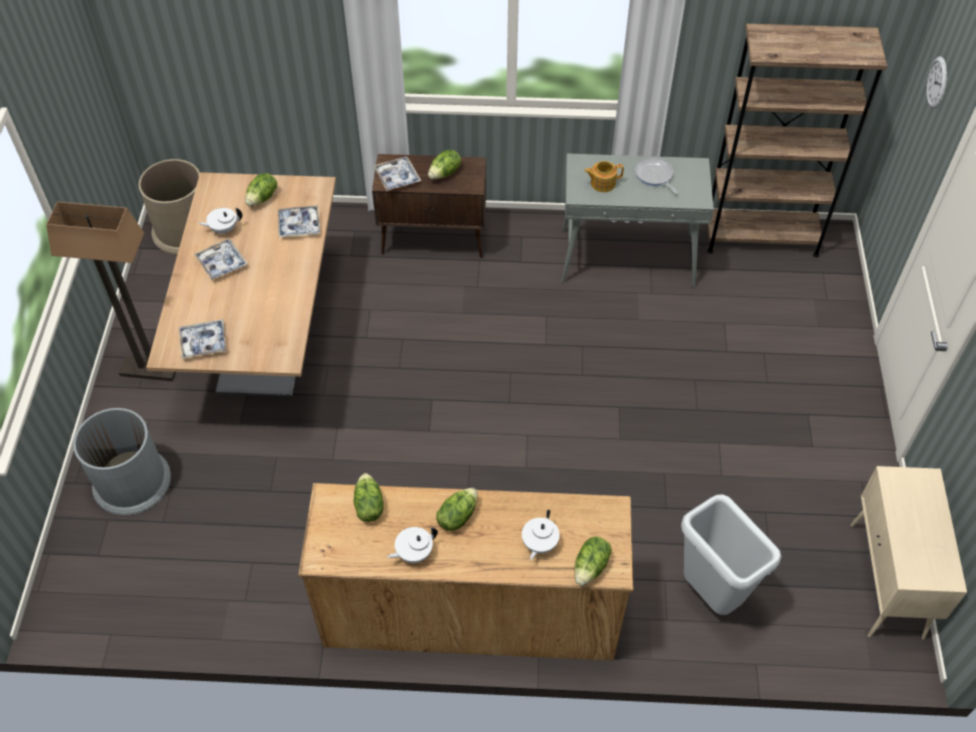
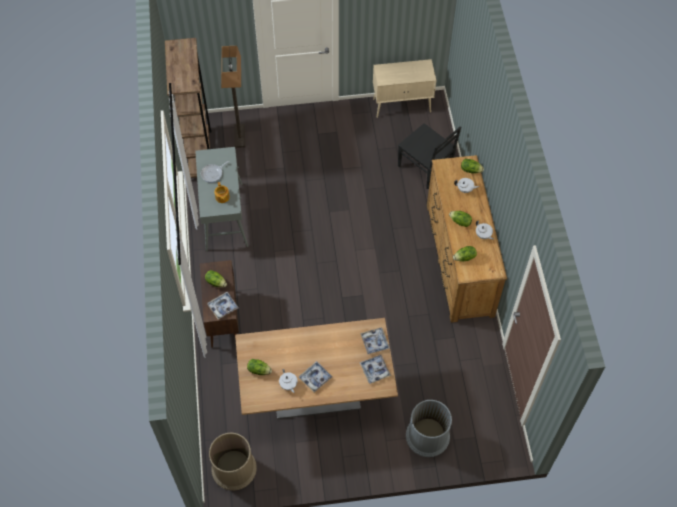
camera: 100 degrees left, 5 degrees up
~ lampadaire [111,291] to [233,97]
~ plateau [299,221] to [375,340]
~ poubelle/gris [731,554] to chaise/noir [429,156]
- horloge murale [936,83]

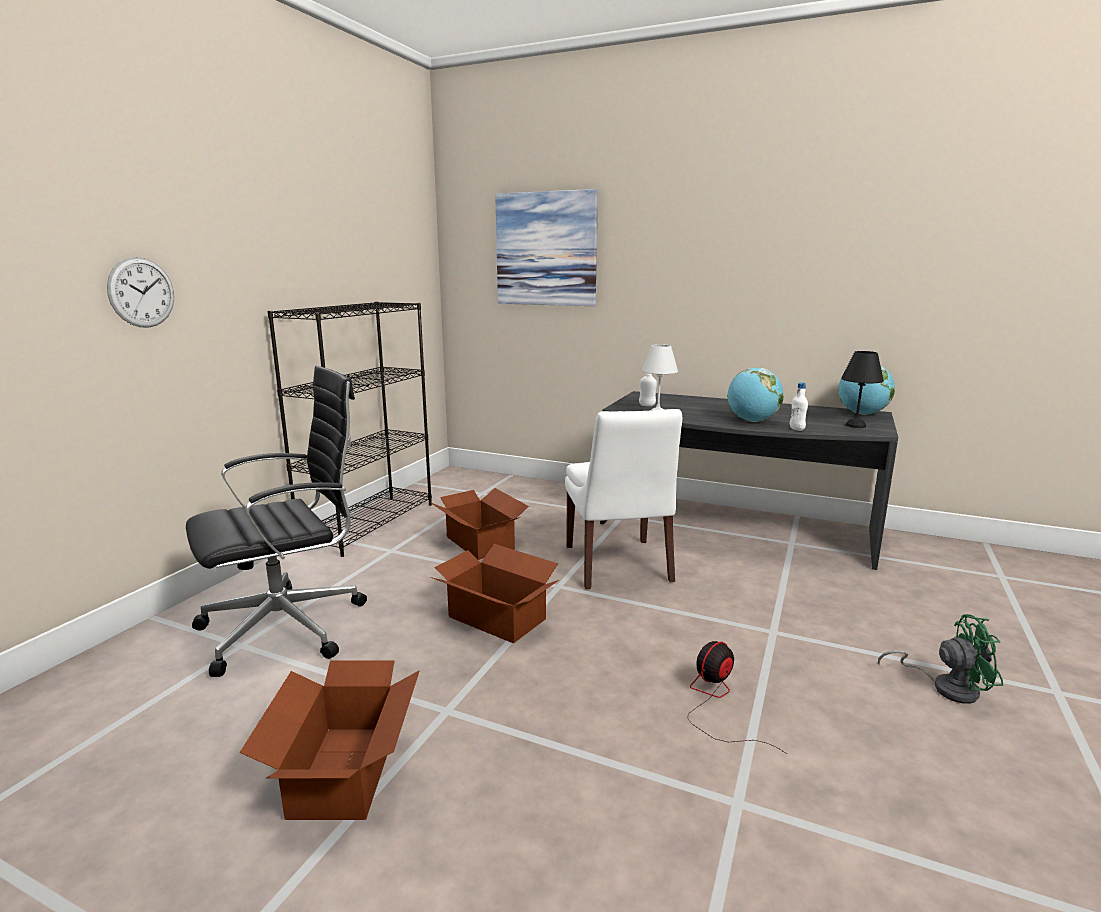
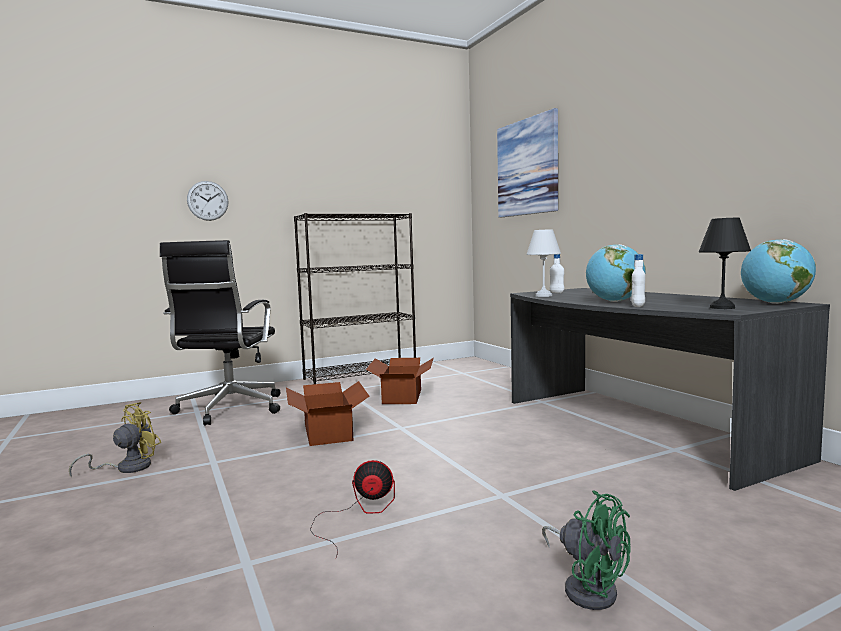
camera: 40 degrees right, 10 degrees down
~ chaise de bureau/noir [276,521] = [220,333] 90 degrees clockwise
~ carton [329,740] to ventilateur/jaune [115,440]
- chaise/blanc [623,499]

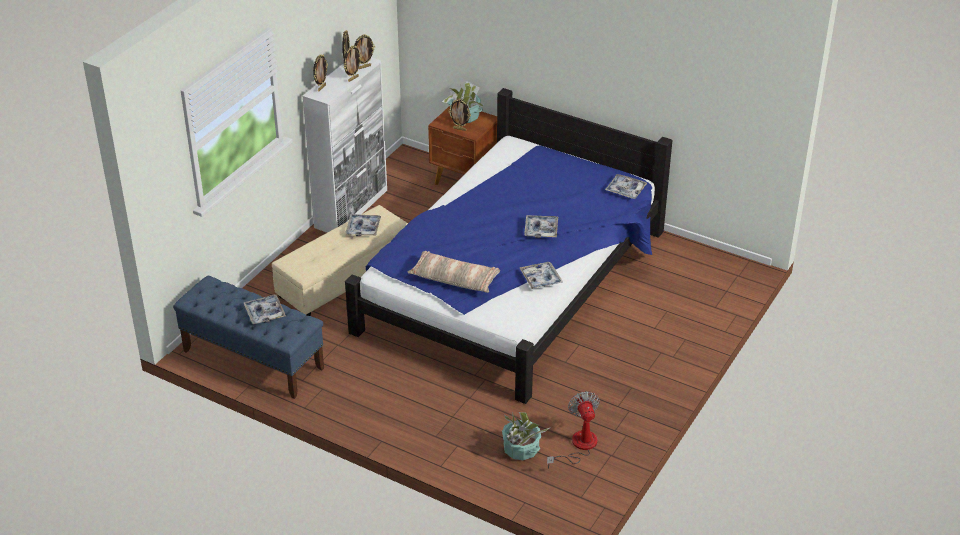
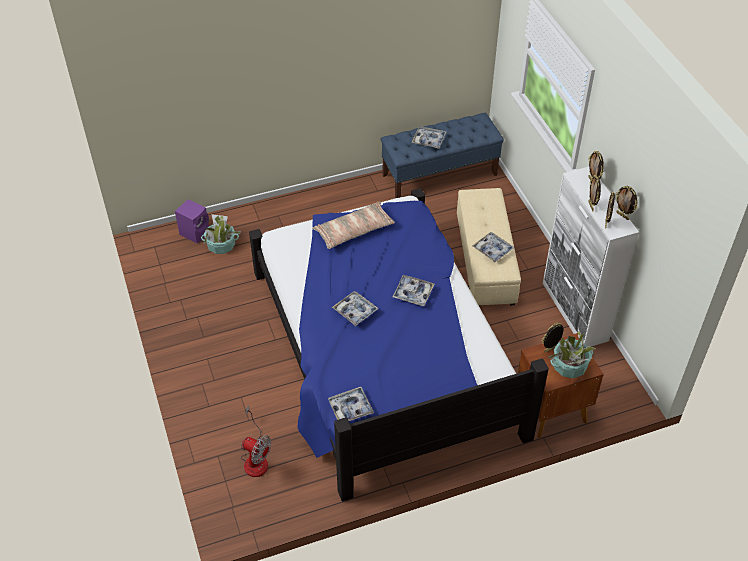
camera: 130 degrees right, 10 degrees up
~ plateau [541,275] to [413,290]
~ ventilateur [573,430] to [256,441]
+ enceinte/violet [192,221]

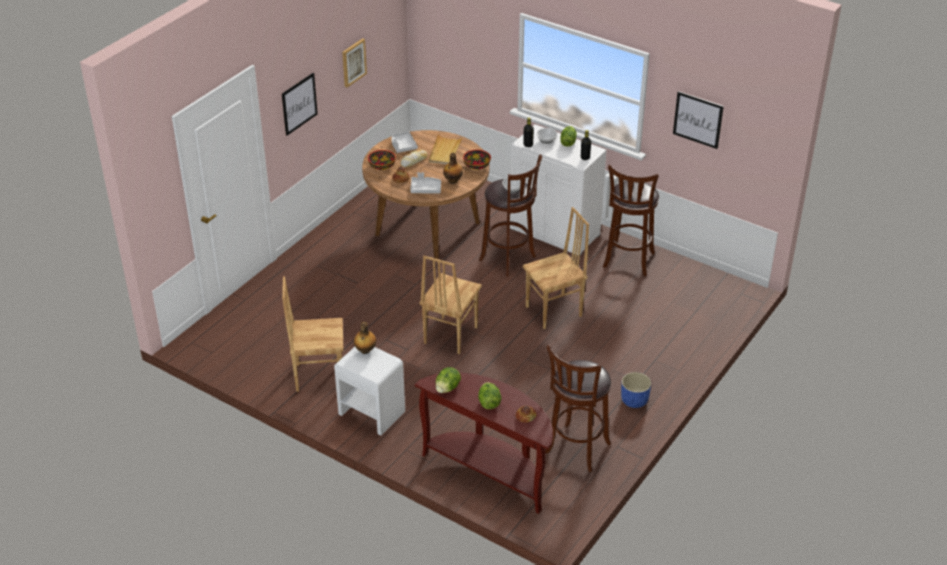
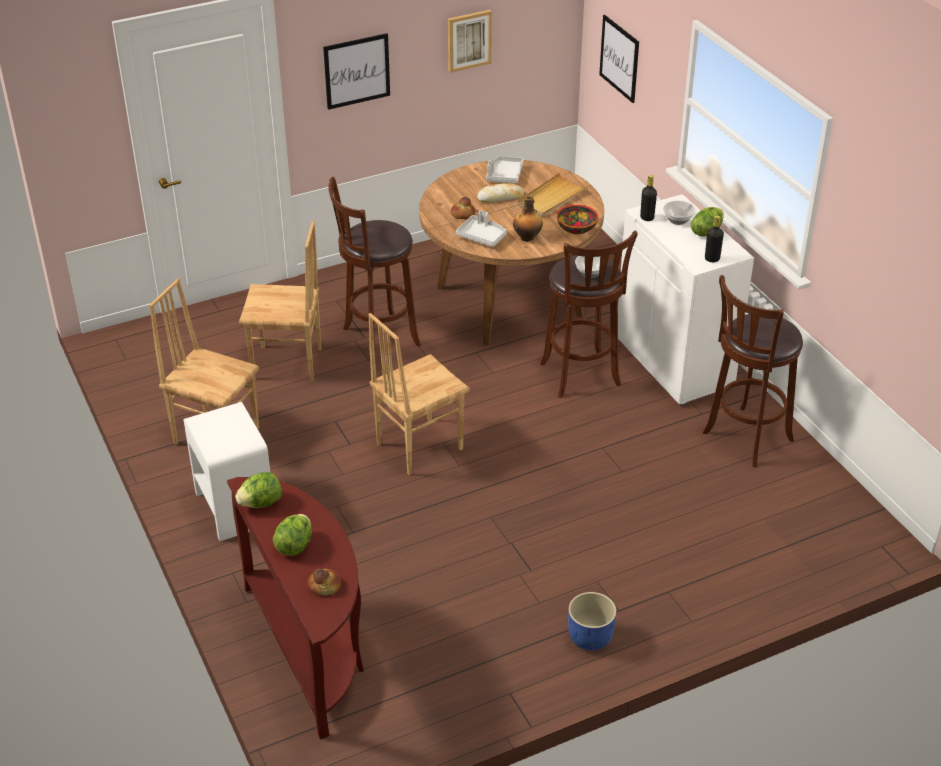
camera: 30 degrees right, 0 degrees up
- bouteille [365,338]
- bol [382,160]
~ chaise/marron [556,268] to [280,301]
~ tabouret/marron [578,408] to [374,269]
~ tableau [698,120] to [619,59]

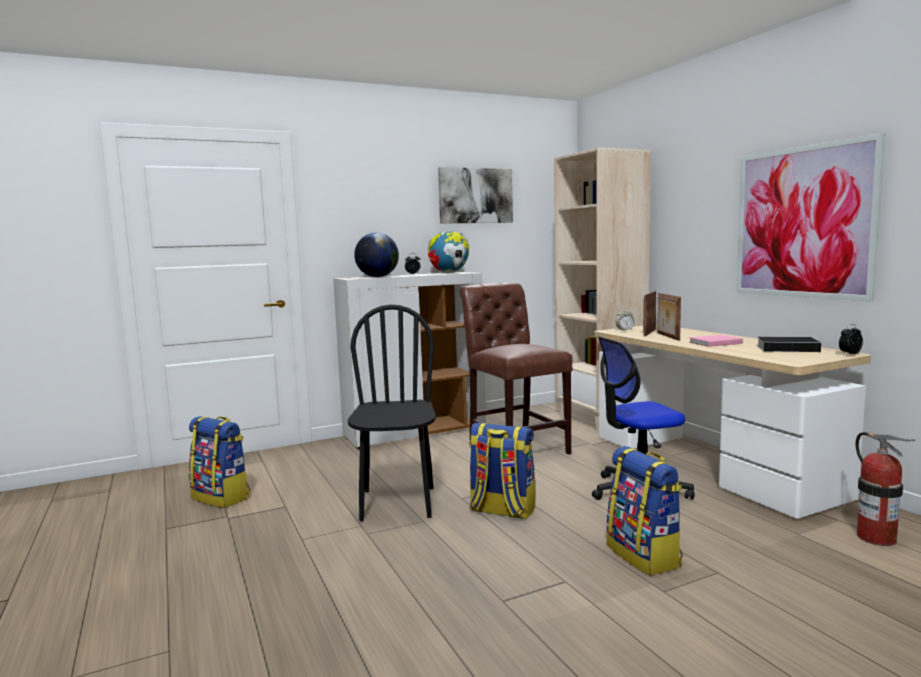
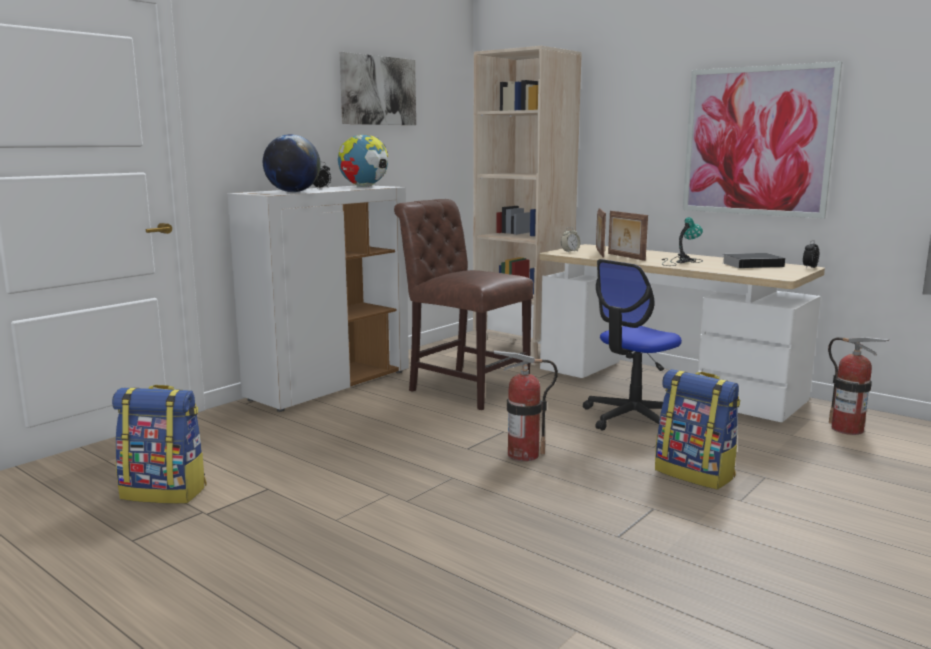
camera: 25 degrees left, 5 degrees up
- chaise/noir [392,413]
~ sac à dos [502,471] to extincteur [525,406]
~ livre/rose [716,341] to lampe de table [682,241]

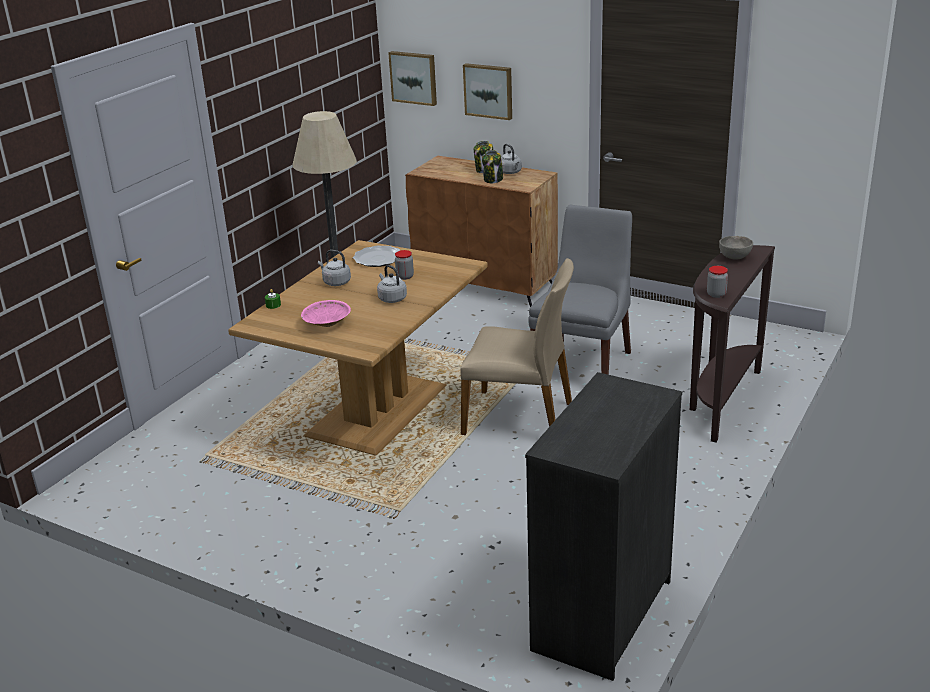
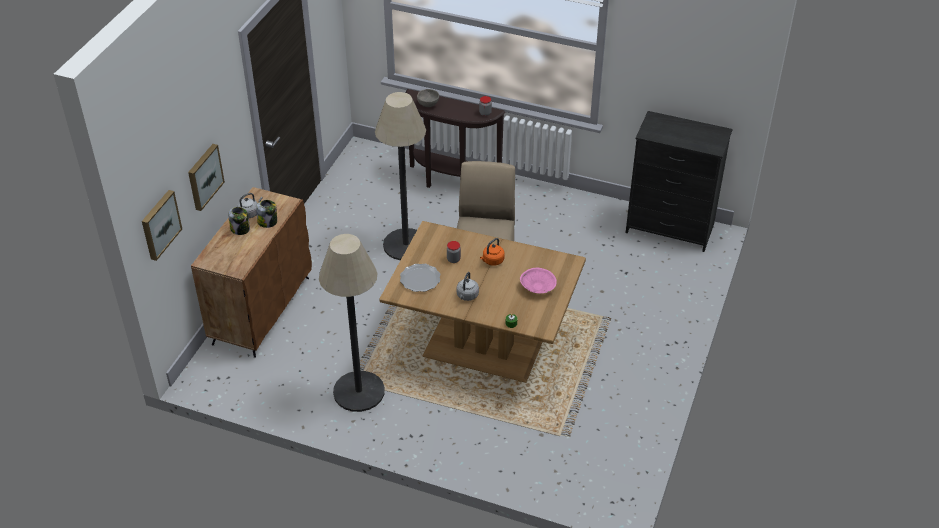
camera: 100 degrees left, 15 degrees up
~ bouilloire/gris [392,284] to bouilloire/orange [492,252]
~ chaise/gris [580,290] to lampadaire [400,176]

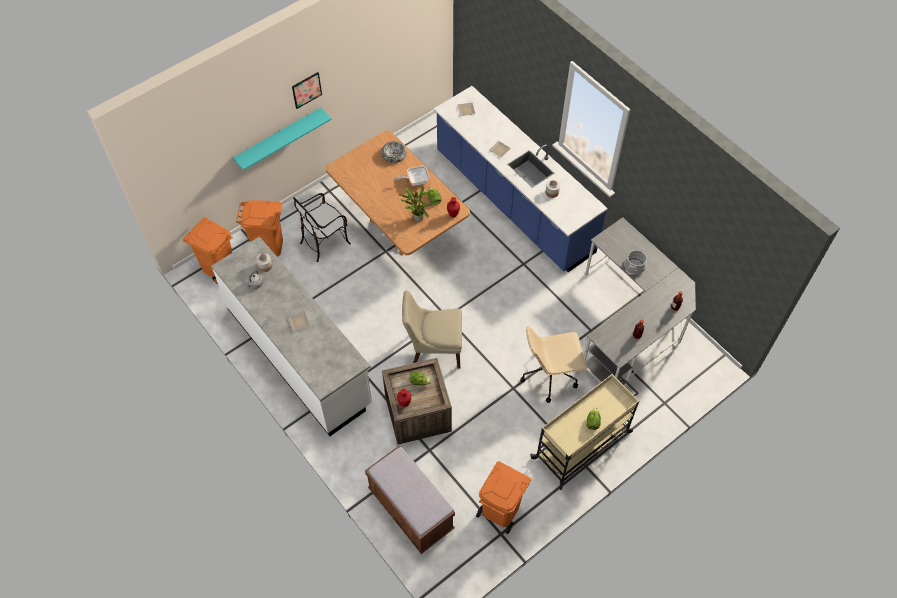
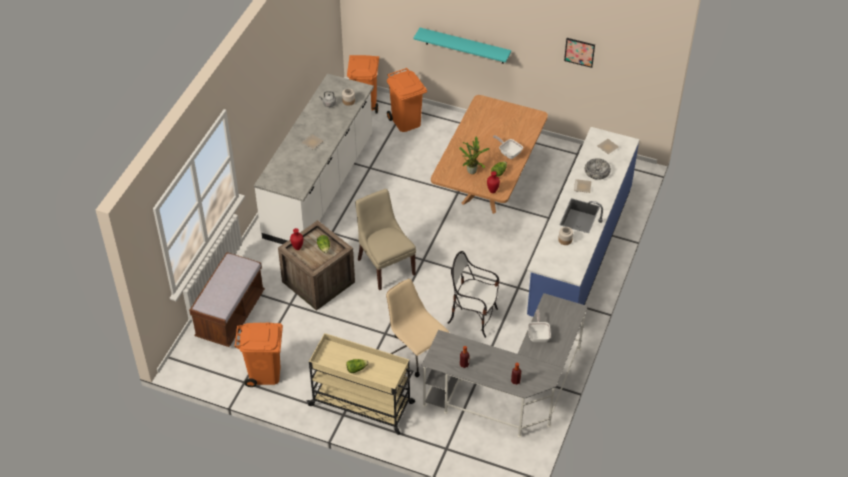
camera: 60 degrees right, 10 degrees down
~ tableau [307,90] to [579,53]
~ chaise [322,227] to [473,294]
~ bol [394,152] to [598,169]
~ marmite [635,261] to poêle [539,326]

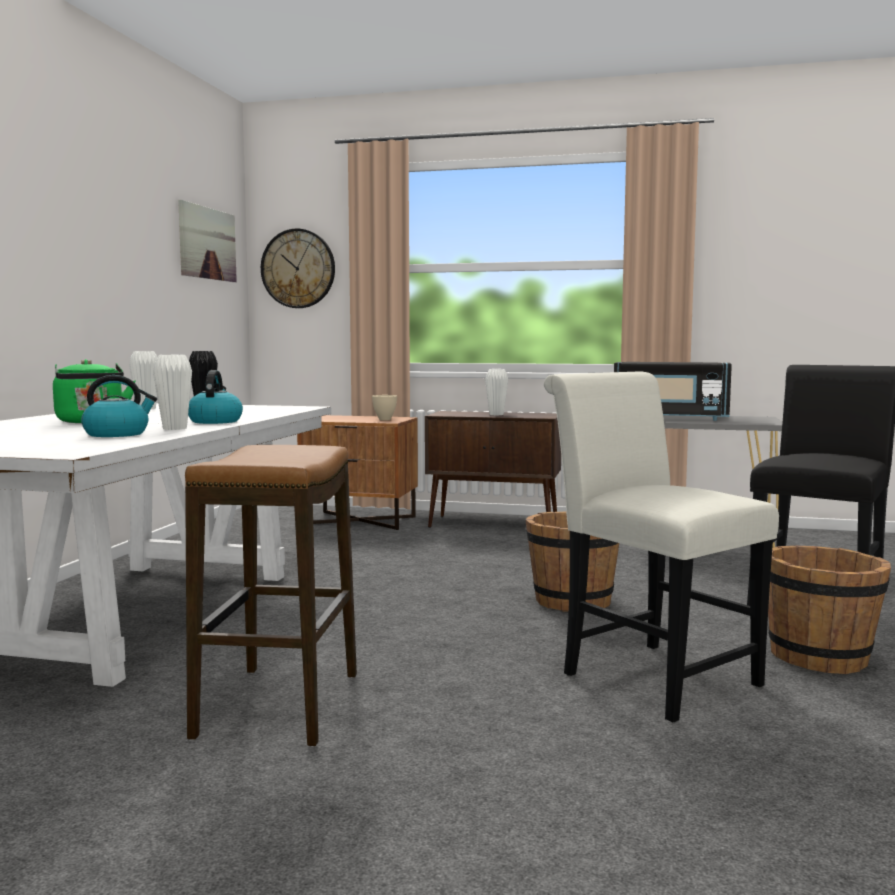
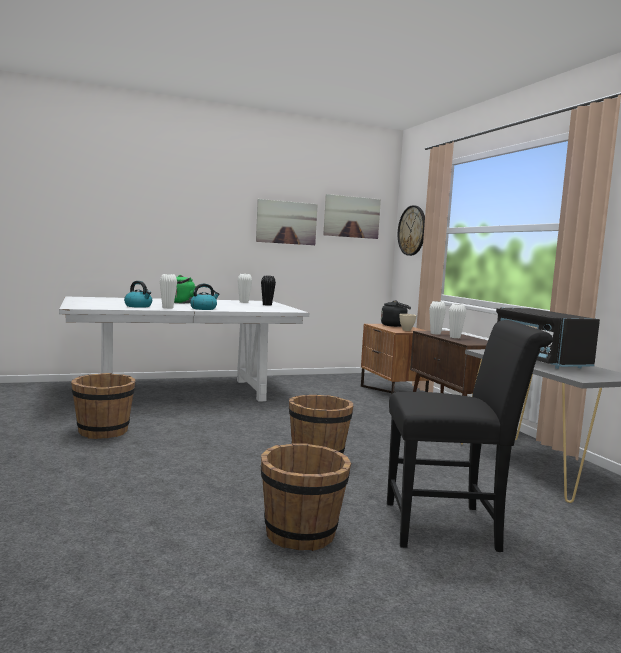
camera: 55 degrees right, 0 degrees up
~ tabouret [271,596] to seau/marron [103,406]
- chaise/blanc [661,546]
+ tableau [287,222]
+ bouilloire/noir [396,313]
+ vase/blanc [437,318]

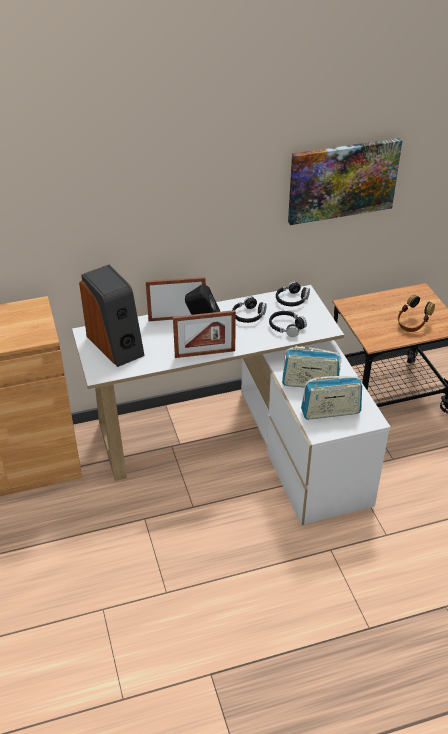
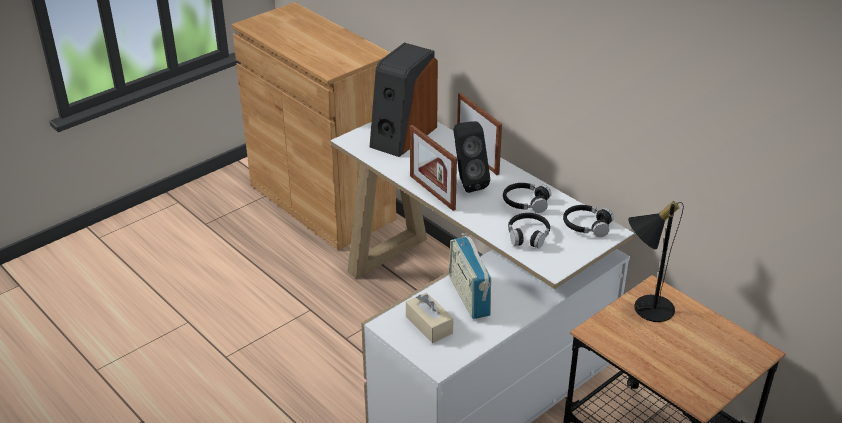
camera: 65 degrees right, 5 degrees down
- tableau [345,181]
~ radio [331,398] to boîte à mouchoirs/beige [430,317]
- casque audio [416,313]
+ lampe de table/noir [656,261]

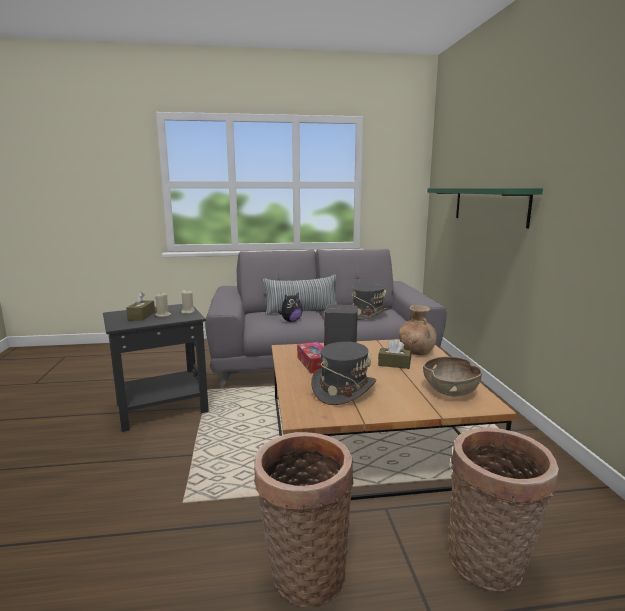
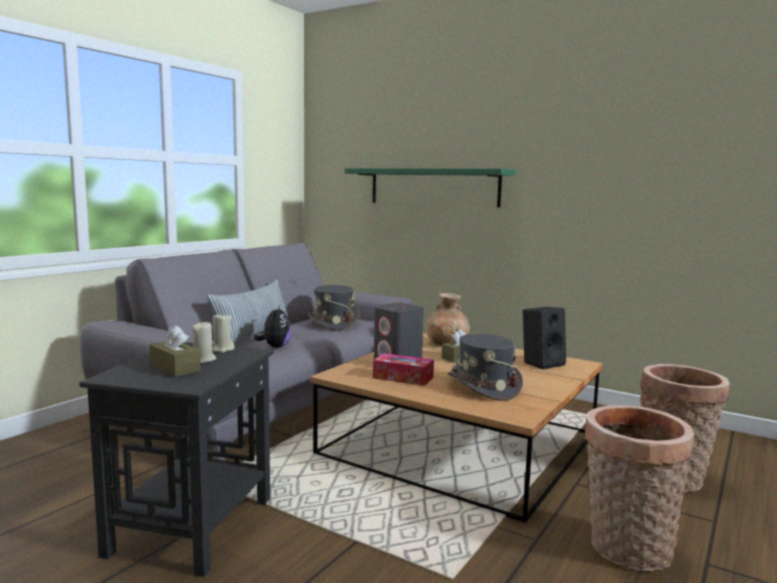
camera: 50 degrees left, 5 degrees down
~ bol/marron [452,376] to enceinte/noir [544,338]

